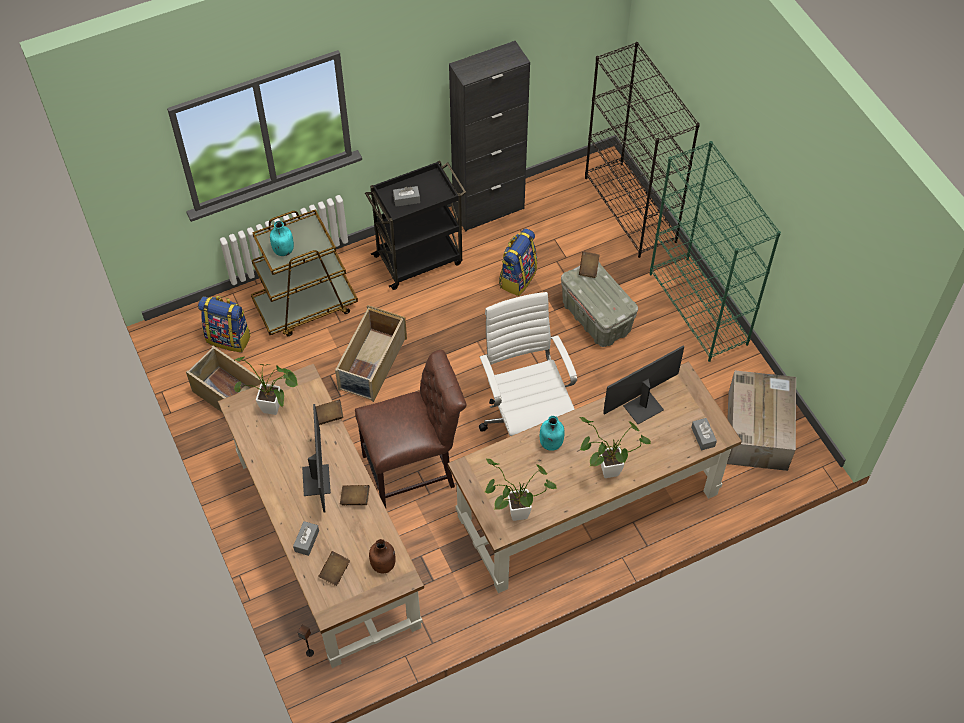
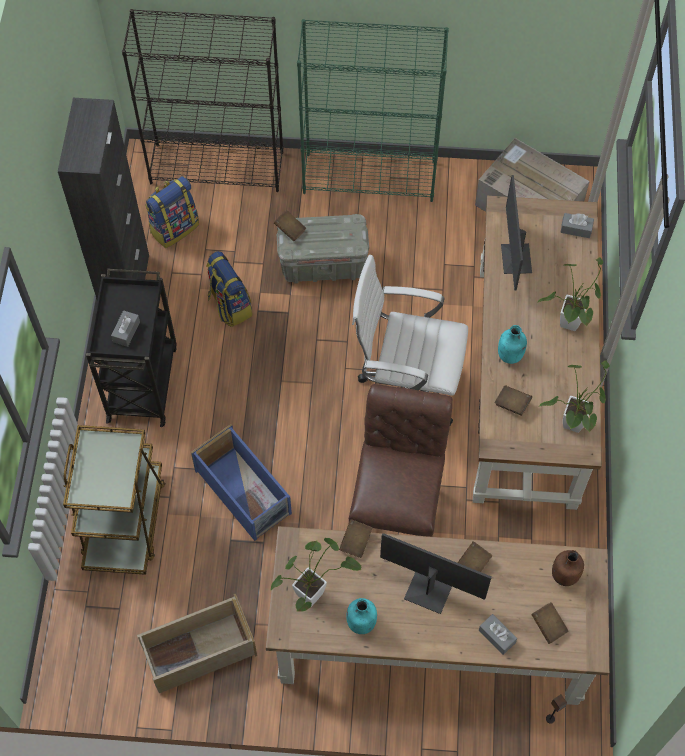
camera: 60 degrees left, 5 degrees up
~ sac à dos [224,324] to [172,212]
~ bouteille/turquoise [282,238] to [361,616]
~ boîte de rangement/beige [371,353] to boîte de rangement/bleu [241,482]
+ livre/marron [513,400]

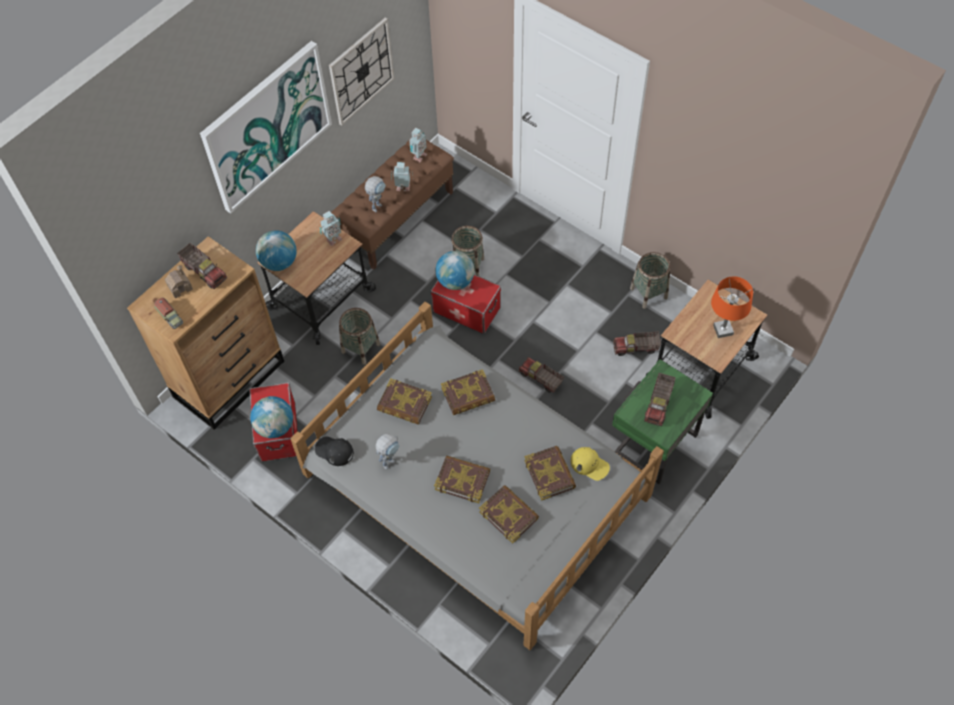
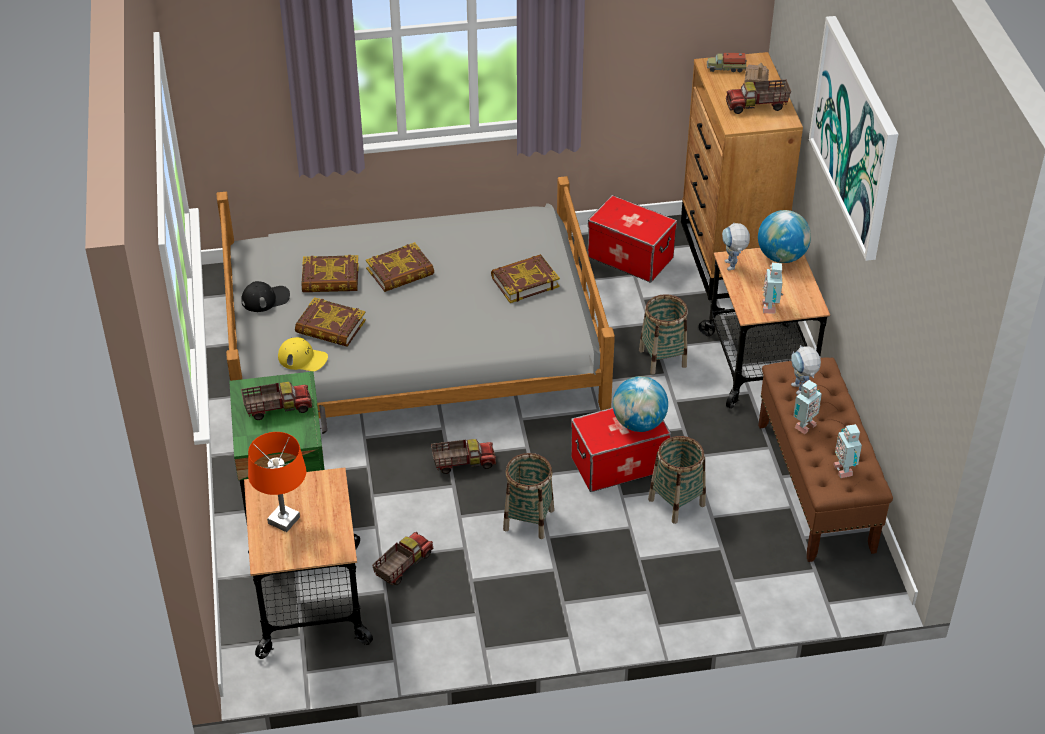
camera: 130 degrees right, 15 degrees down
- globe [271,417]
~ casquette/noir [334,451] to [265,296]
- horloge murale [362,71]
~ robot jouet [387,451] to [736,247]
- livre [468,392]
~ casquette/jaune [590,464] = [303,354] 150 degrees counterclockwise
~ panier [650,280] to [528,496]
~ camion jouet [660,399] = [276,401] 105 degrees clockwise

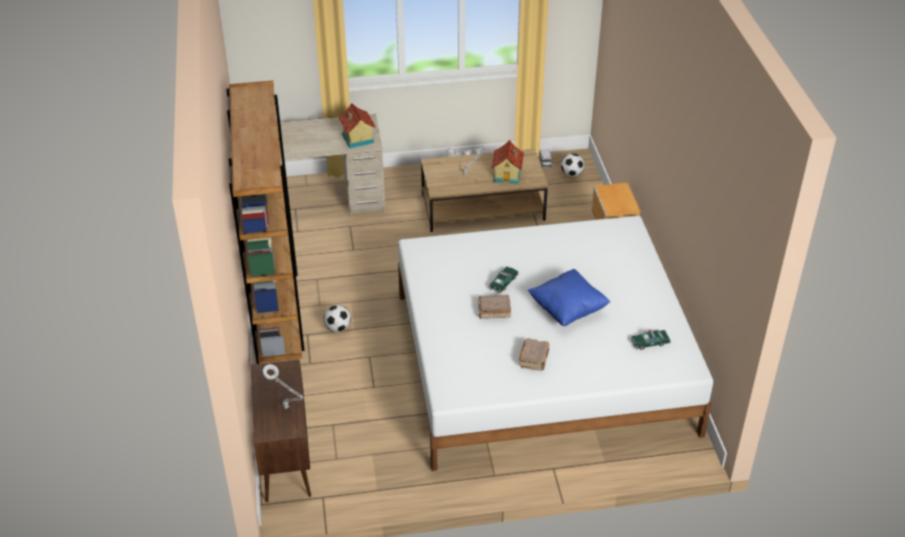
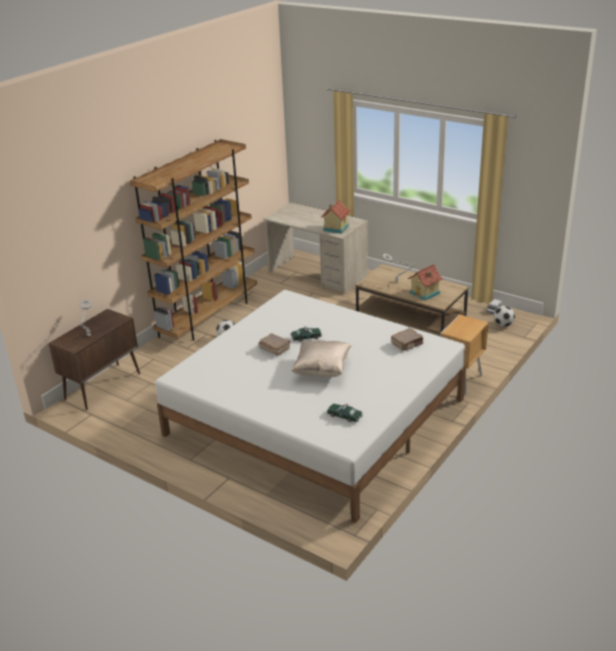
camera: 45 degrees right, 10 degrees down
~ livre/marron [534,354] to [407,339]
~ coussin/bleu [569,297] to coussin/beige [321,358]

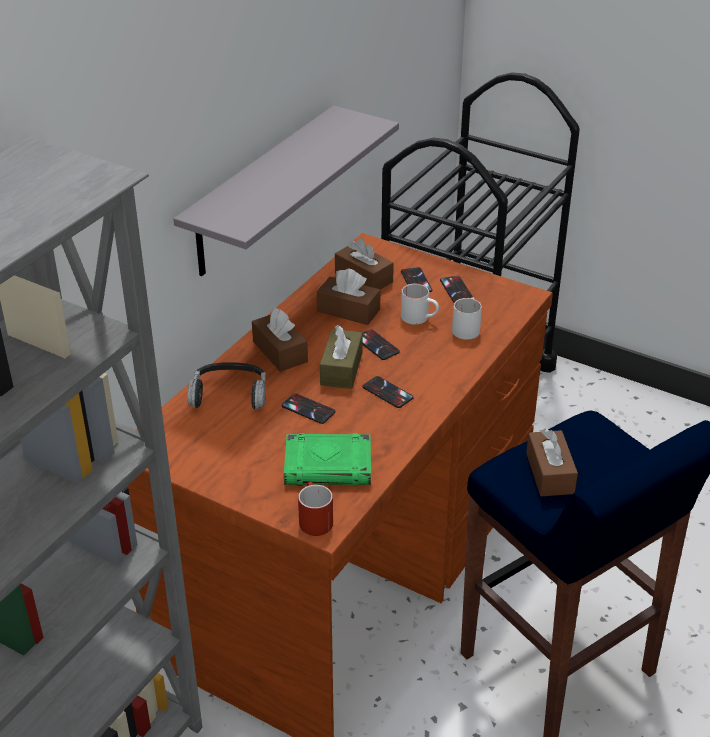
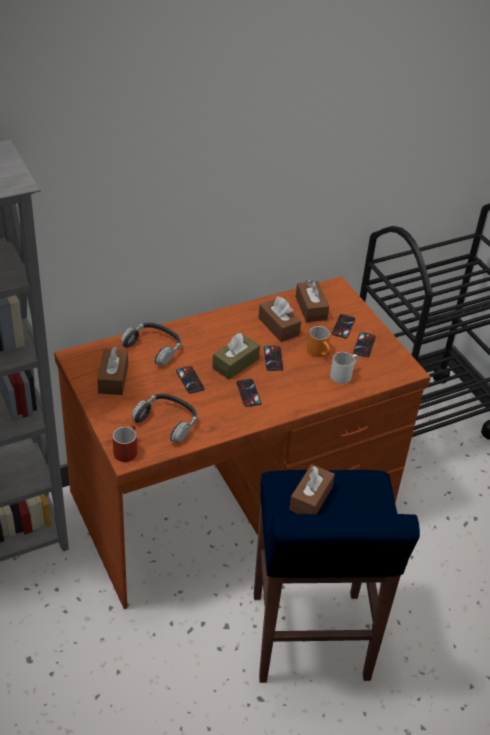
camera: 30 degrees right, 5 degrees up
- étagère/gris [286,190]
~ boîte à mouchoirs/marron [280,340] to [112,371]
~ livre/vert [327,459] to casque audio [164,418]
~ mug/blanc [420,304] to mug/orange [318,341]

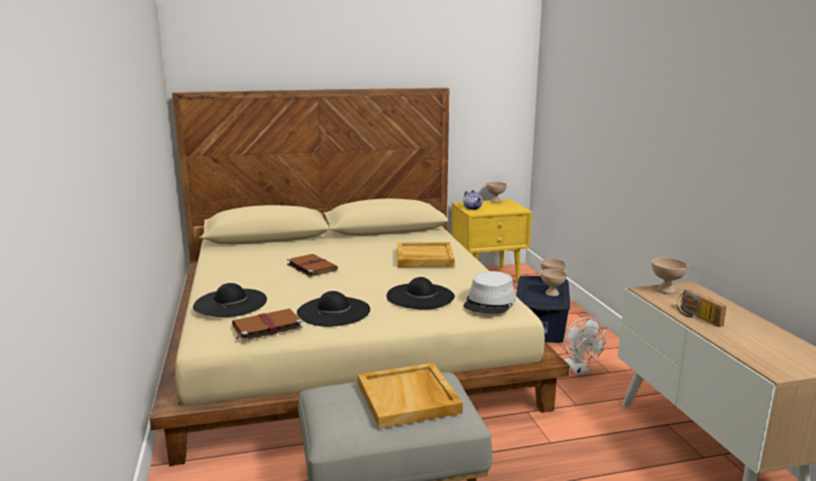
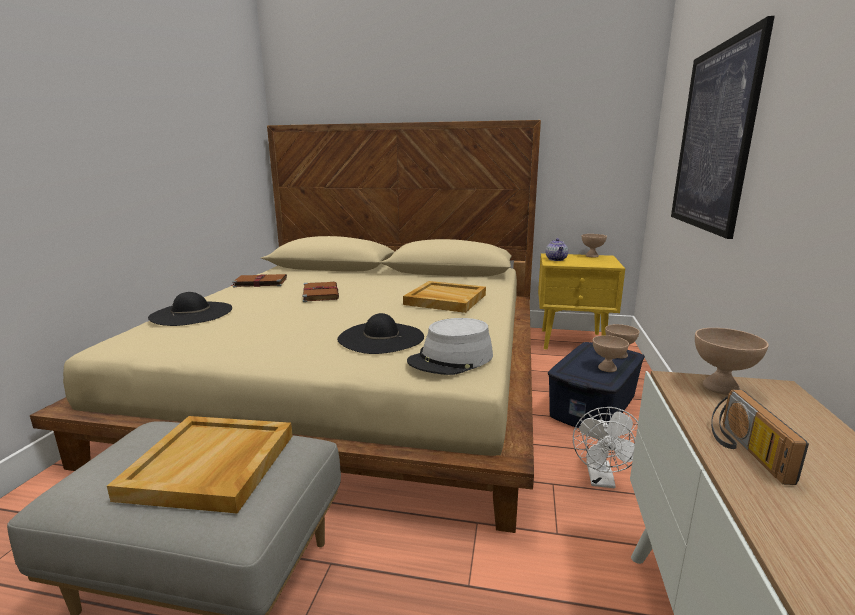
camera: 25 degrees right, 0 degrees up
~ livre/marron [267,325] to [259,280]
- chapeau/noir [333,309]
+ tableau [723,127]

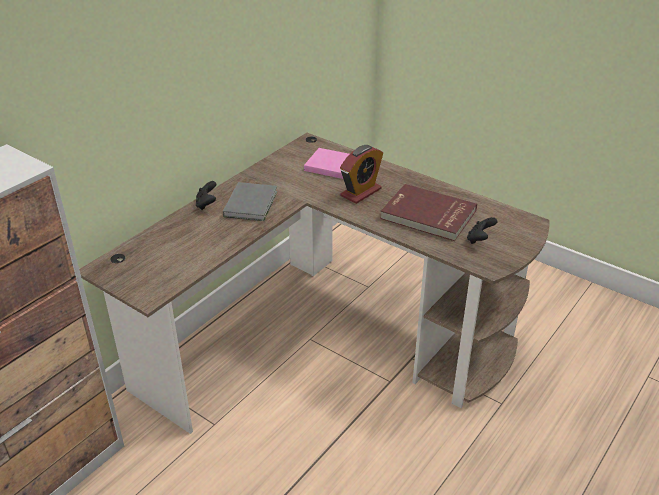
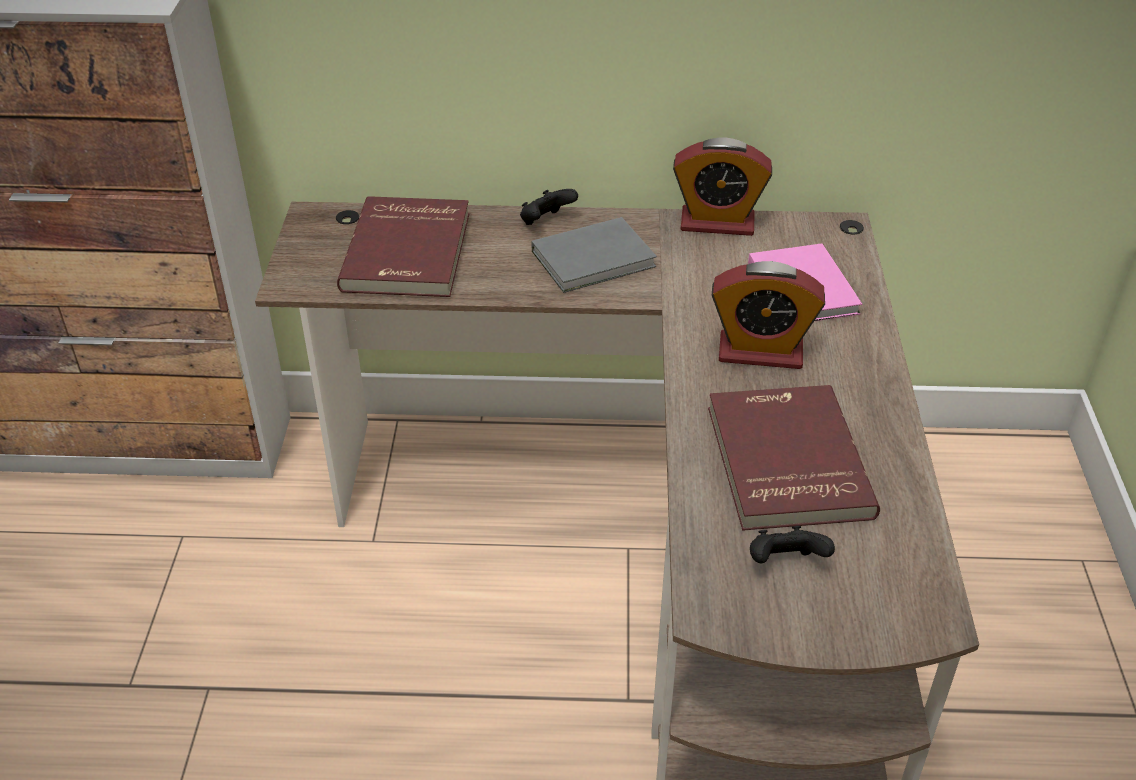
camera: 55 degrees right, 5 degrees up
+ livre/rouge [403,246]
+ réveil [722,186]

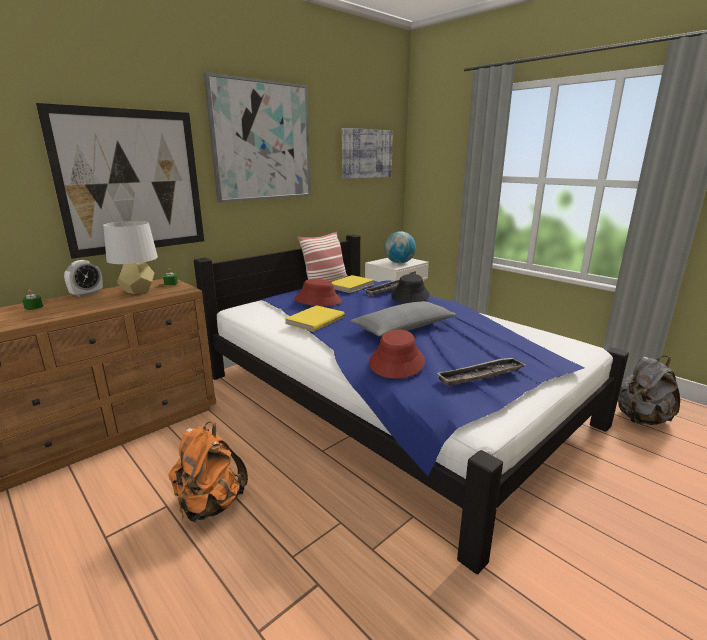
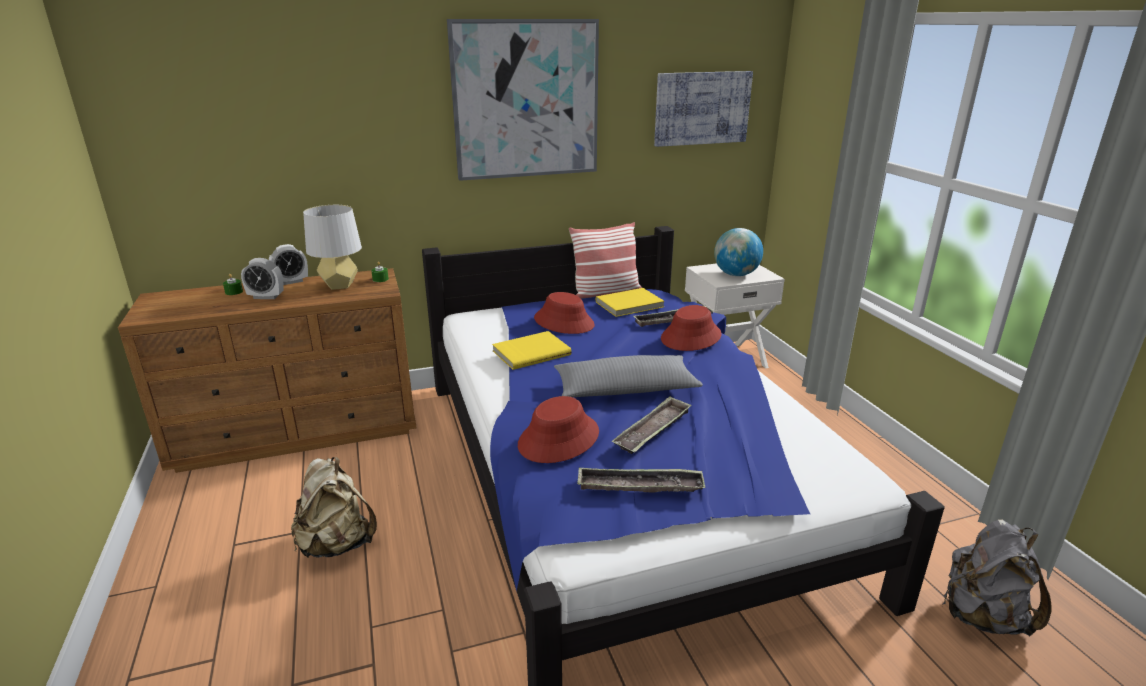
camera: 25 degrees right, 5 degrees up
- tableau [120,181]
~ sac à dos/orange [208,472] to sac à dos/beige [334,507]
~ chapeau/noir [410,288] to chapeau/rouge [691,328]
+ réveil [262,278]
+ plateau [652,425]

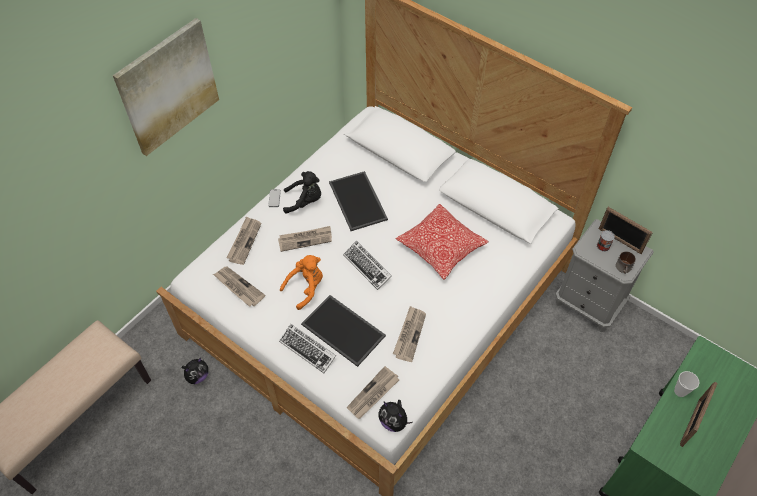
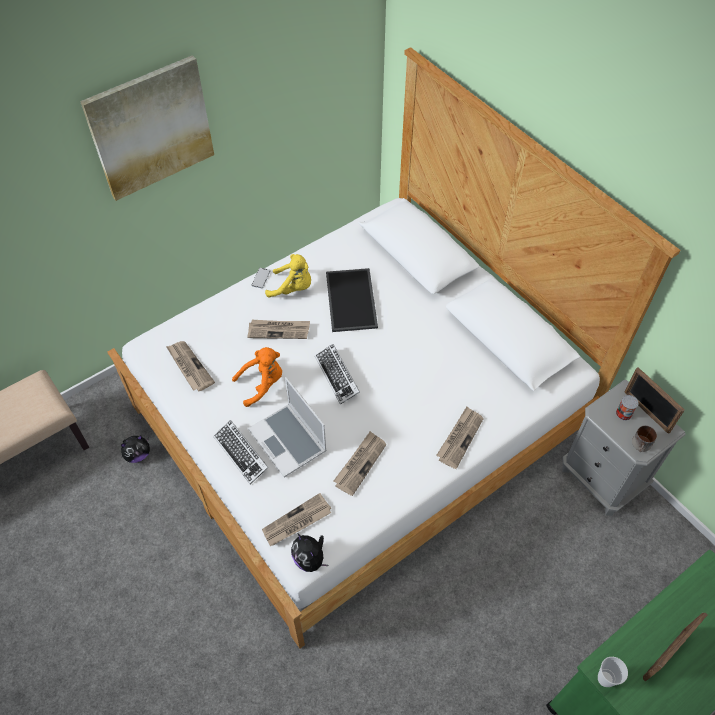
camera: 15 degrees right, 0 degrees up
~ journal [243,240] to [460,438]
~ peluche/noir [302,192] to peluche/jaune [288,276]
~ plateau [343,331] to ordinateur portable [287,427]
- coussin [442,241]
~ tasse [686,384] to [613,672]

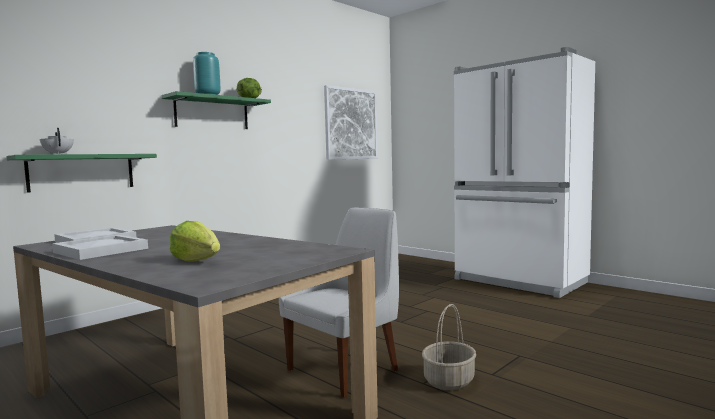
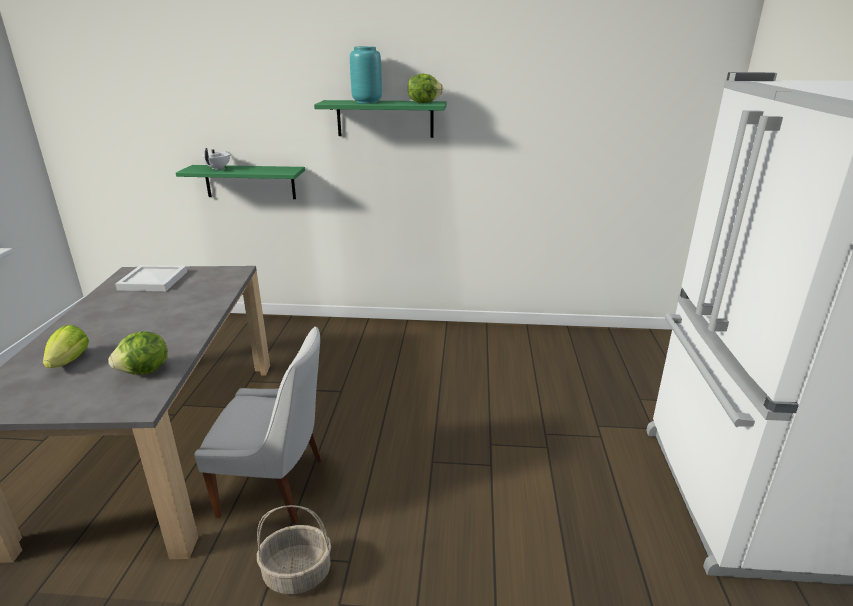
camera: 50 degrees right, 20 degrees up
- plateau/blanc [100,247]
- tableau [351,122]
+ laitue [138,353]

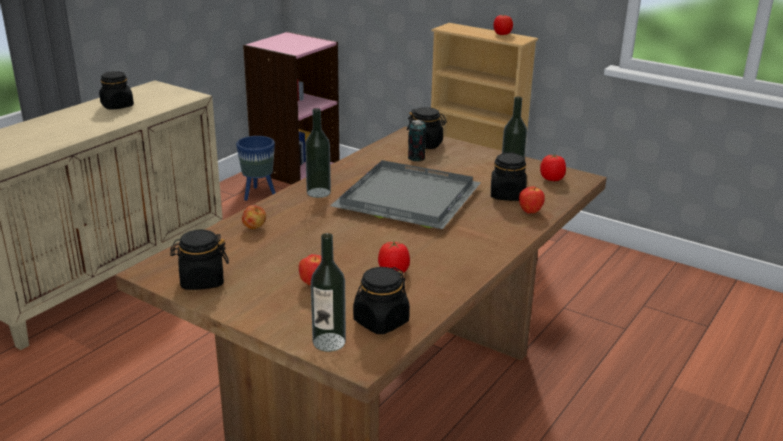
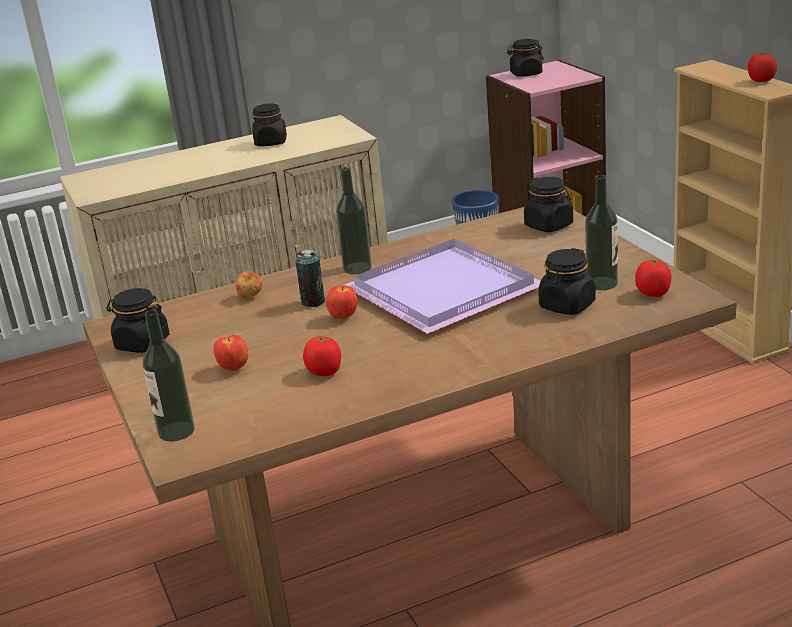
camera: 35 degrees right, 0 degrees up
~ plateau/gris [405,194] to plateau/violet [443,286]
~ bocal/noir [381,300] to [525,58]
~ boîte métallique [417,140] to [310,278]
~ pomme [532,200] to [342,302]

